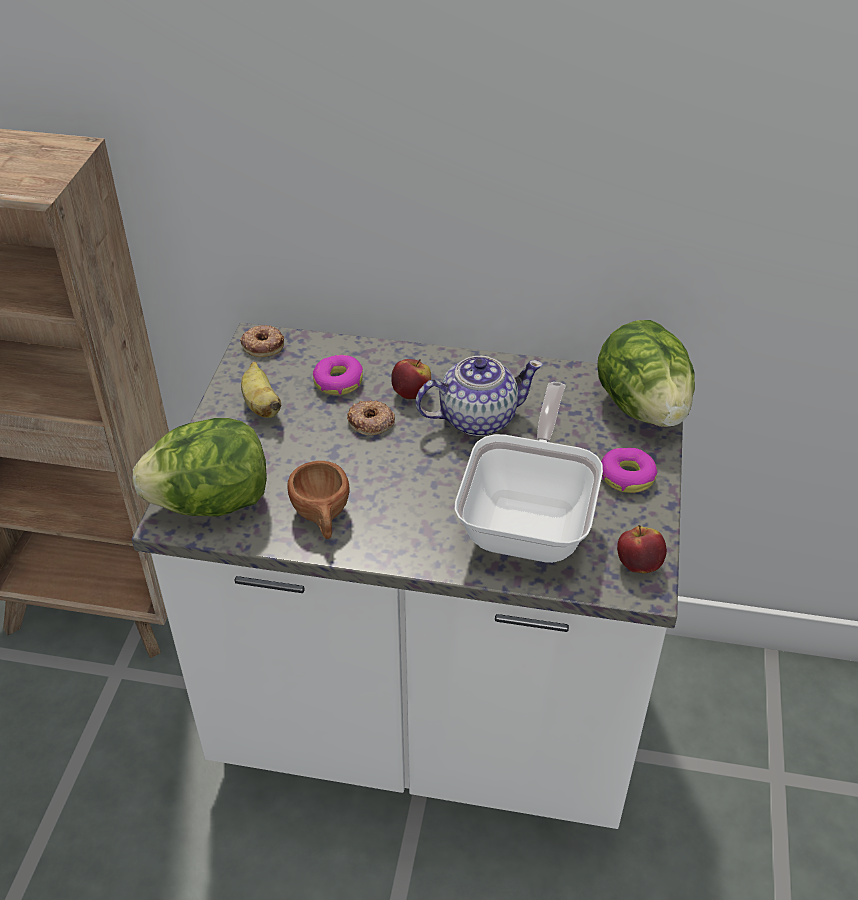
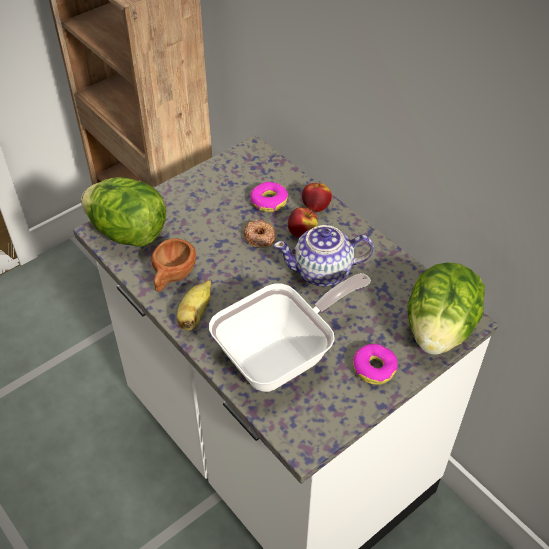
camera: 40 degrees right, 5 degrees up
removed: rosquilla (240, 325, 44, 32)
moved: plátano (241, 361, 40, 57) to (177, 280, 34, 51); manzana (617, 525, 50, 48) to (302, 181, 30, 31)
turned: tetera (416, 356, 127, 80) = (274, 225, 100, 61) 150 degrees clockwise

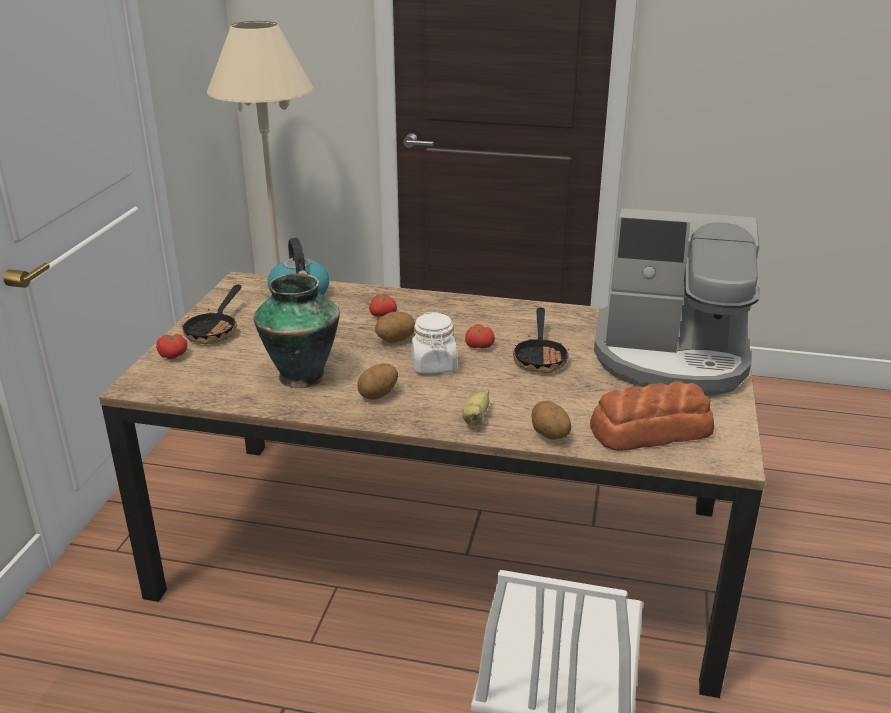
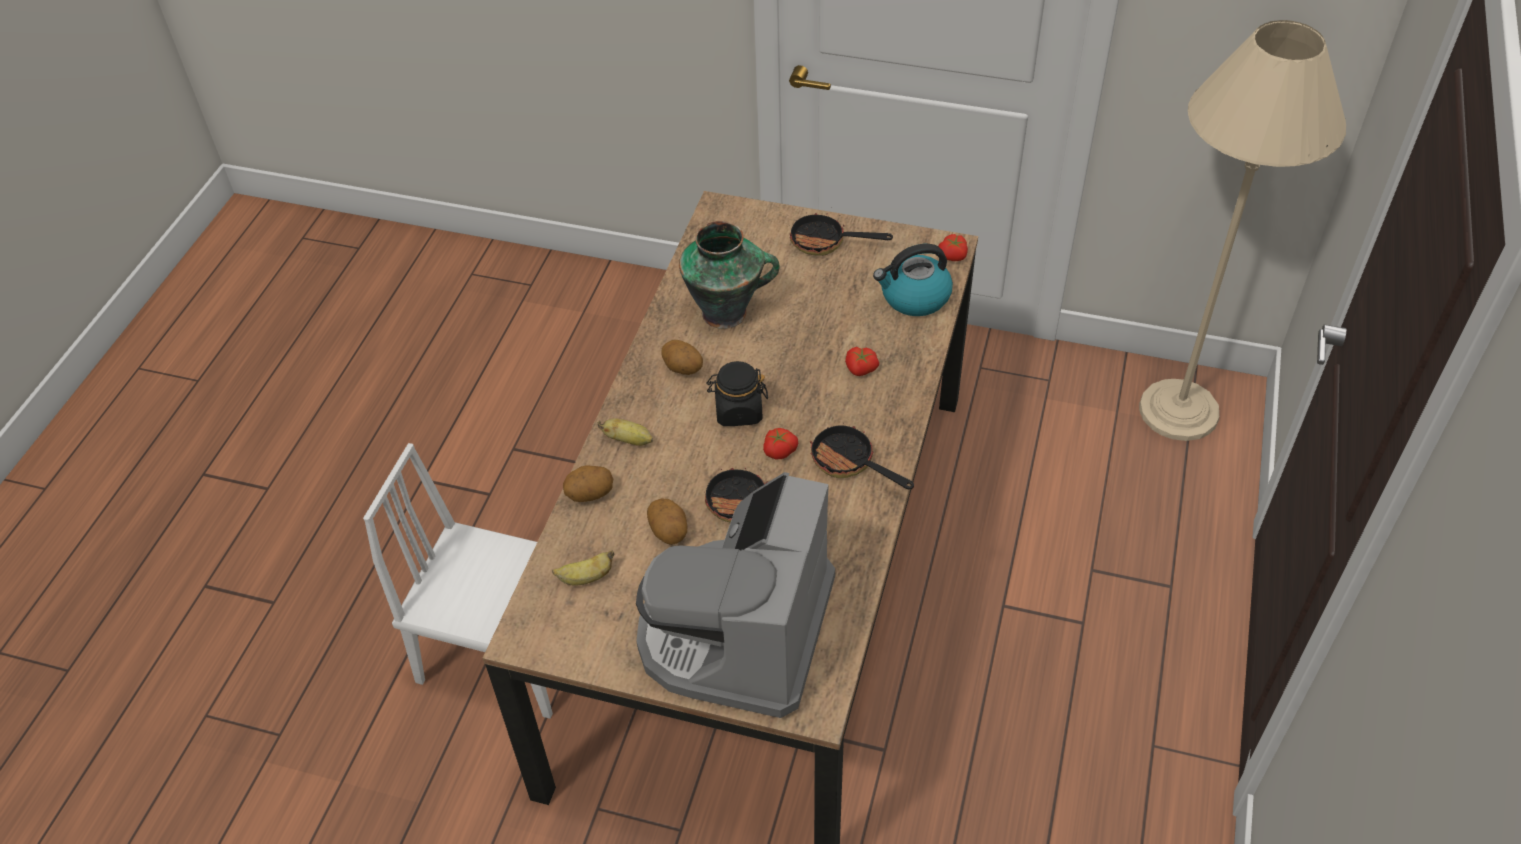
camera: 95 degrees right, 20 degrees up
added: sartén (810, 423, 104, 66)
moved: tomate (156, 334, 31, 25) to (938, 234, 30, 27); patata (375, 312, 40, 31) to (647, 499, 40, 46)
replaced: pan (590, 381, 124, 70) to plátano (552, 550, 62, 36)
recoloured: tarro (blanco) (411, 312, 46, 61) to tarro (negro) (706, 361, 62, 65)

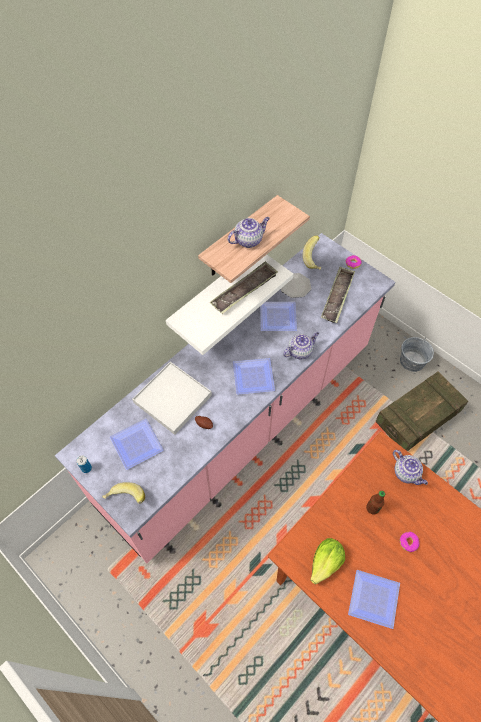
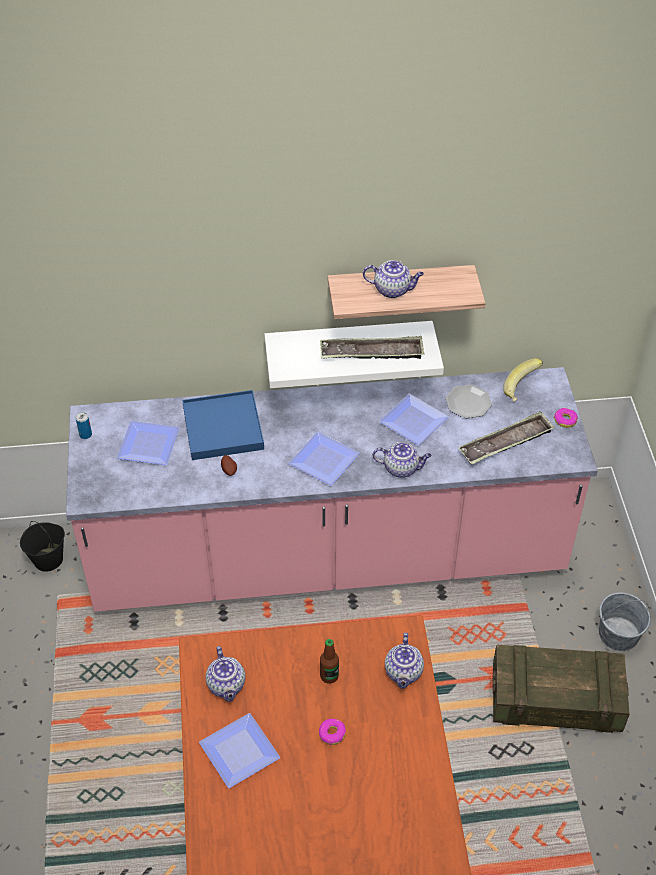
camera: 40 degrees right, 10 degrees down
removed: plátano (103, 482, 42, 22)
added: cubo (negro) (20, 521, 45, 51)
replaced: lechuga (310, 538, 35, 46) to tetera (206, 646, 39, 56)
recoloured: bandeja (blanco) (132, 362, 80, 73) to bandeja (azul) (182, 390, 82, 70)

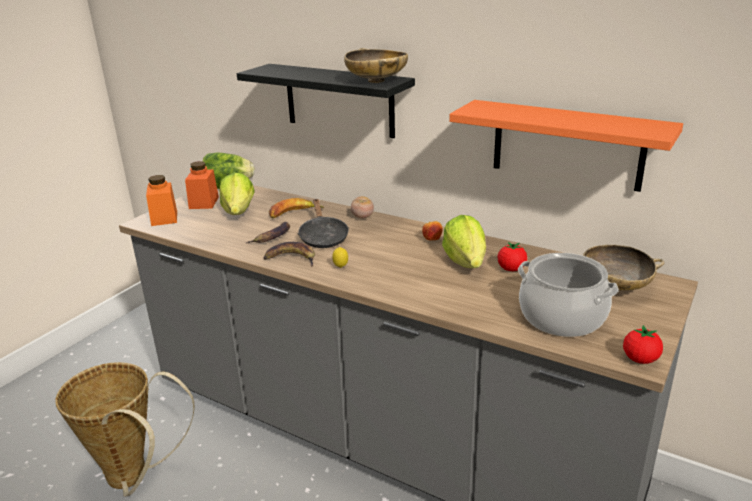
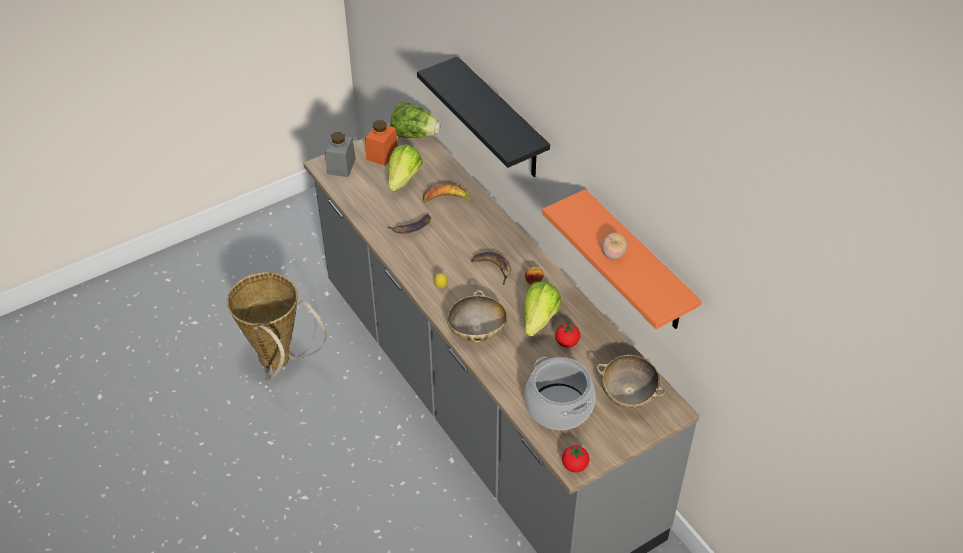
camera: 25 degrees right, 20 degrees up
removed: sartén (negro) (298, 199, 51, 49)
moved: plátano (263, 242, 52, 25) to (471, 252, 40, 33); cuenco (beis) (344, 48, 64, 35) to (447, 290, 60, 53); tomate (351, 196, 23, 23) to (601, 232, 26, 28)
recoloured: tarro (naranja) (146, 175, 31, 51) to tarro (gris) (325, 132, 31, 45)

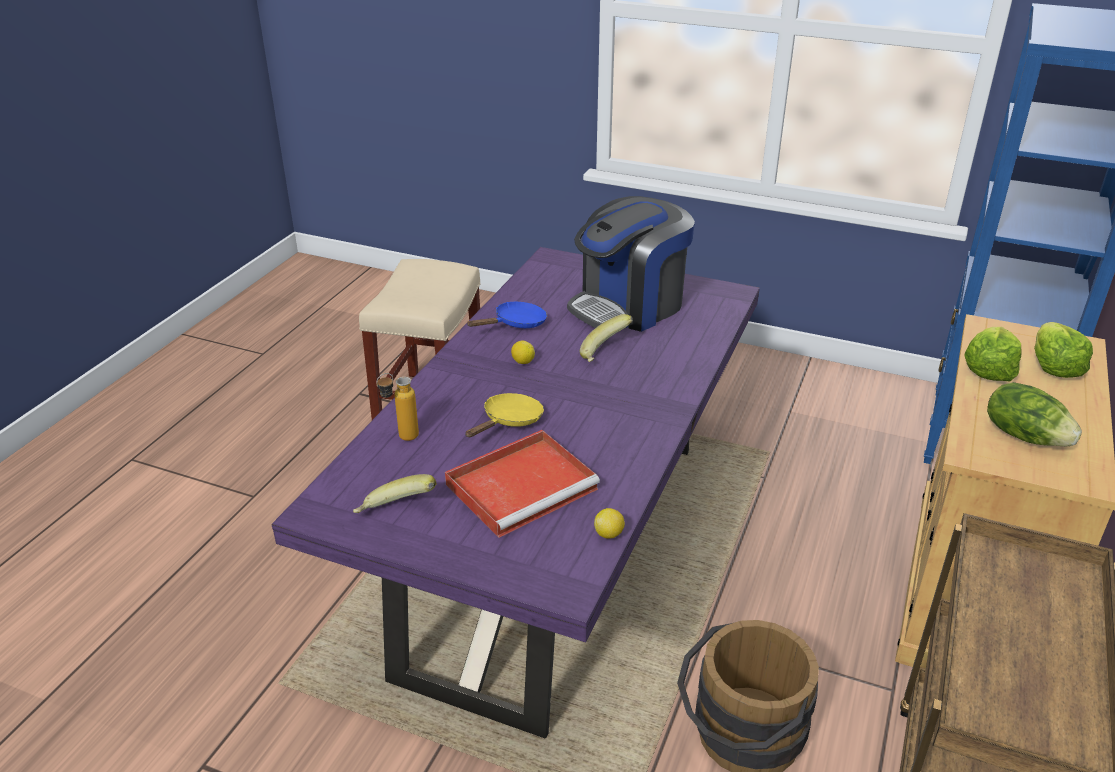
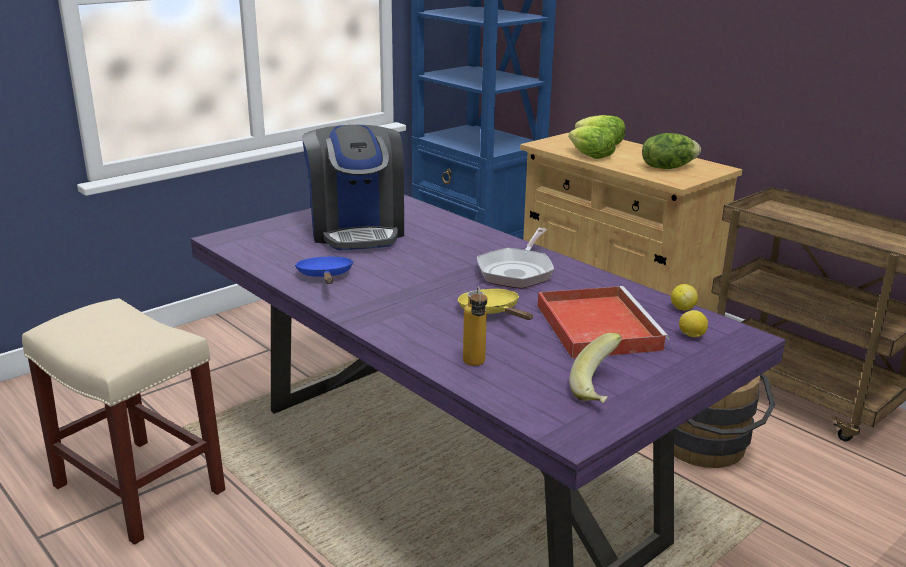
camera: 65 degrees left, 10 degrees down
removed: plátano (580, 314, 53, 48)
added: sartén (477, 228, 77, 60)
moved: limón (511, 341, 24, 23) to (679, 310, 29, 27)

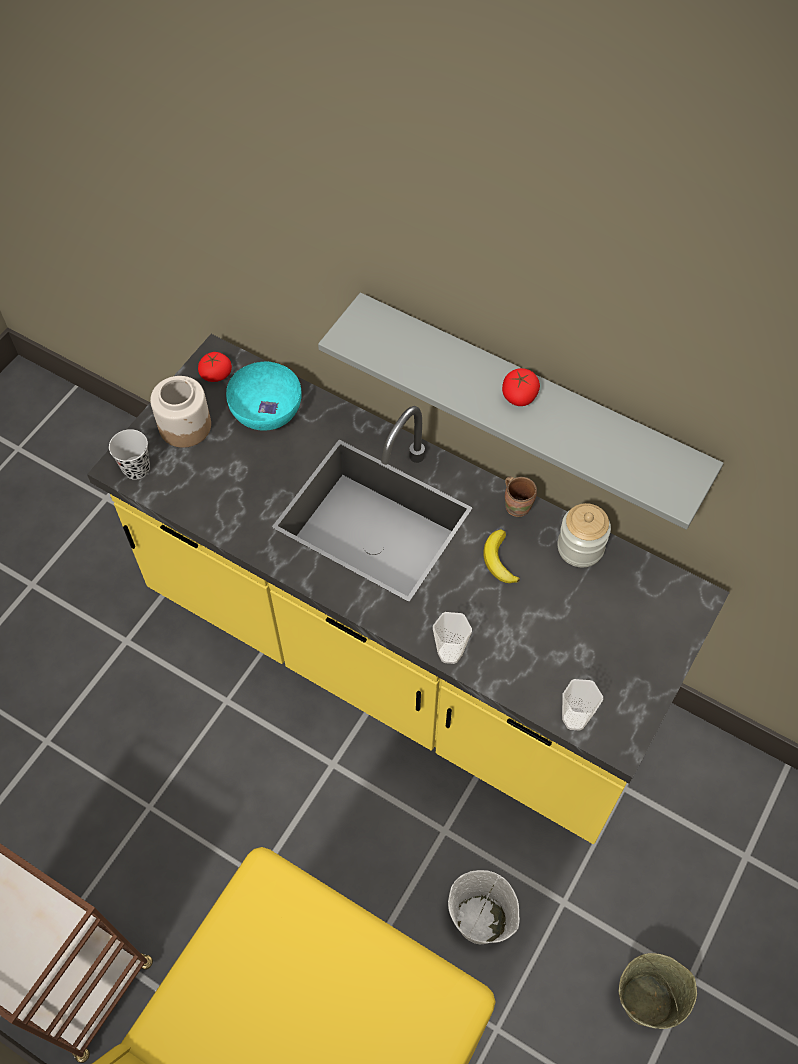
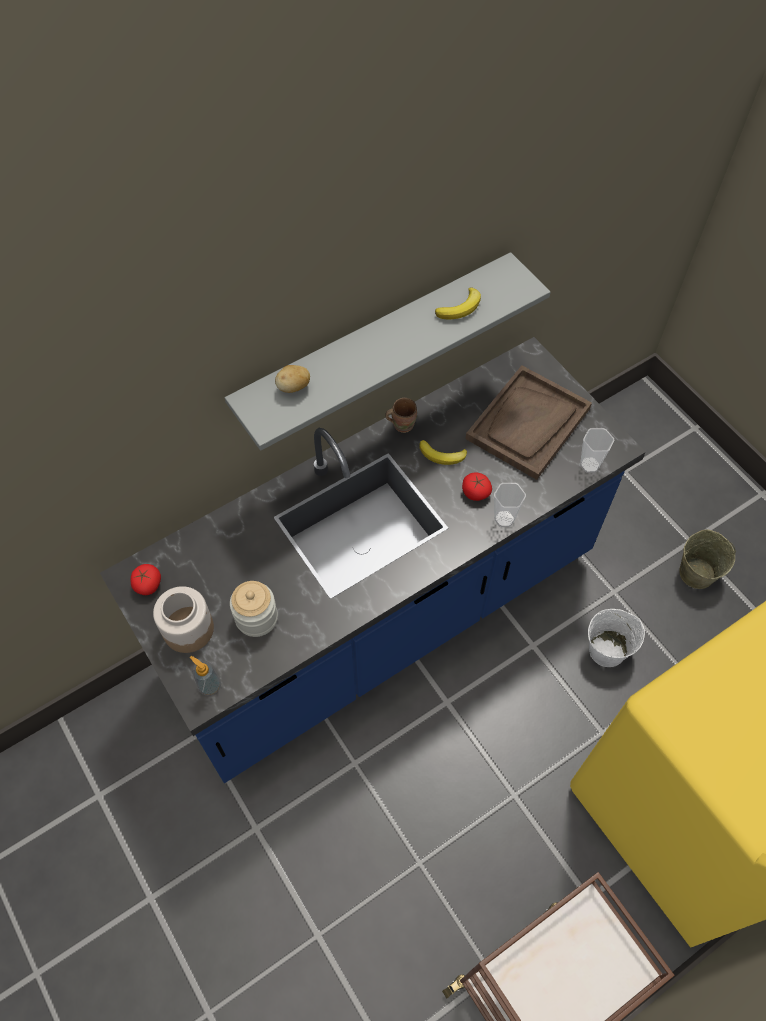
camera: 65 degrees left, 0 degrees up
removed: cuenco (turquesa) (226, 361, 76, 70)
added: patata (275, 365, 35, 28); plátano (435, 288, 46, 32); bandeja (marrón) (466, 365, 126, 115)
moved: tomate (502, 368, 38, 38) to (462, 472, 30, 29); tarro (557, 503, 54, 64) to (230, 581, 48, 56)
replaced: taza (negro) (109, 429, 41, 51) to dispensador de jabón (190, 656, 31, 40)
recoloured: mueble bajo de cocina (amarillo) (87, 334, 643, 510) to mueble bajo de cocina (azul) (100, 337, 546, 446)

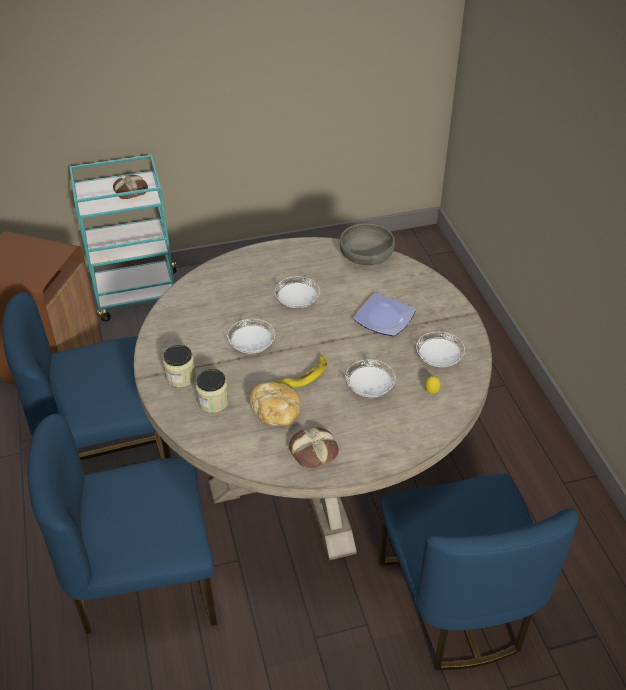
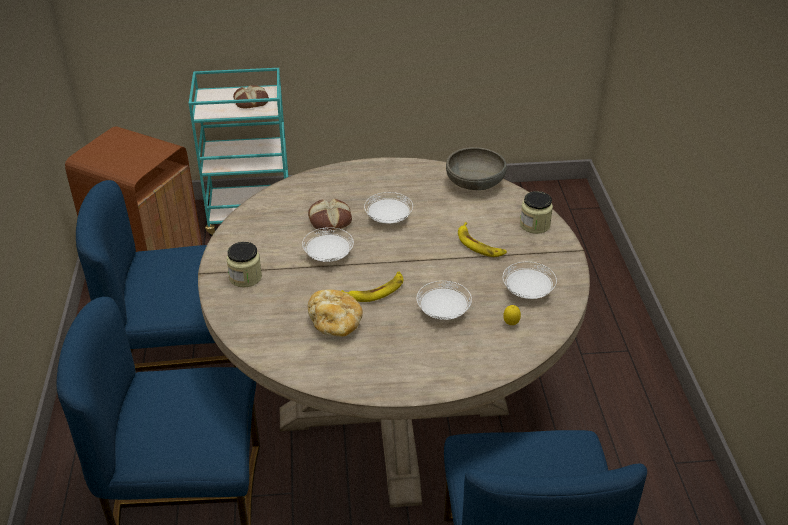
camera: 10 degrees right, 5 degrees down
moved: tarro (196, 369, 33, 44) to (520, 191, 33, 43); pan (289, 427, 50, 41) to (308, 199, 44, 32)
replaced: plato (353, 293, 63, 43) to plátano (458, 222, 49, 35)

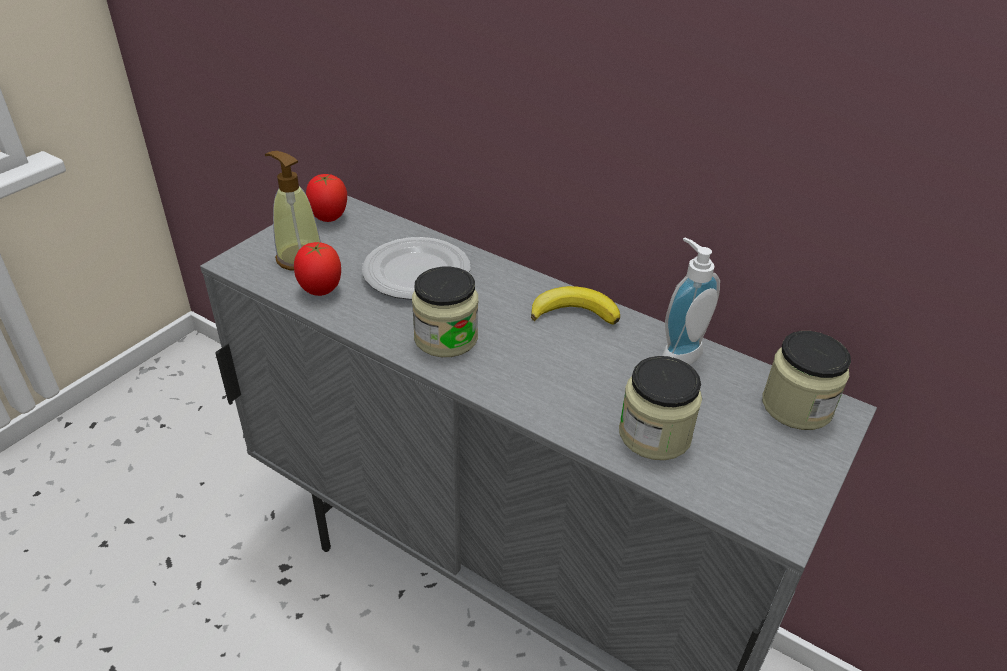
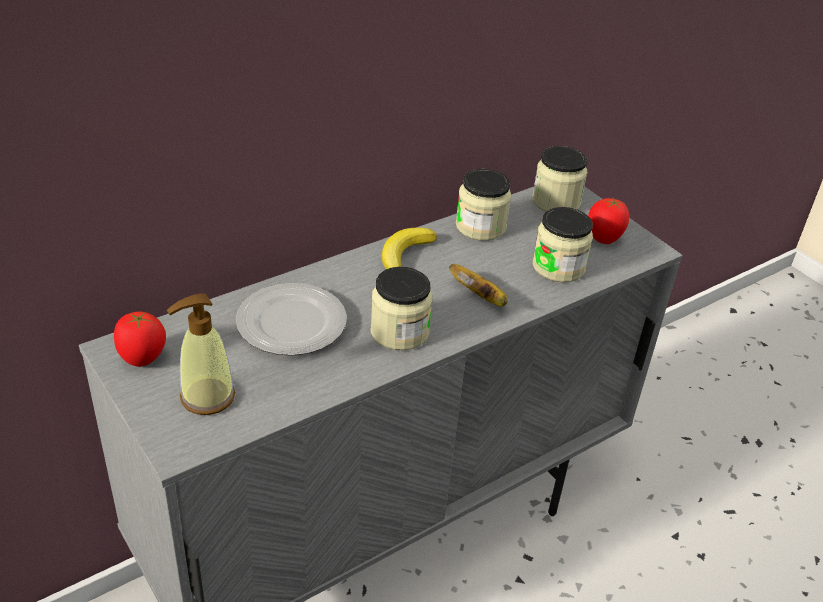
camera: 70 degrees left, 0 degrees up
added: plátano (449, 264, 59, 43)
moved: tomate (294, 242, 47, 54) to (588, 198, 41, 46)
replaced: dispensador de jabón (662, 238, 58, 127) to tarro (456, 169, 56, 72)

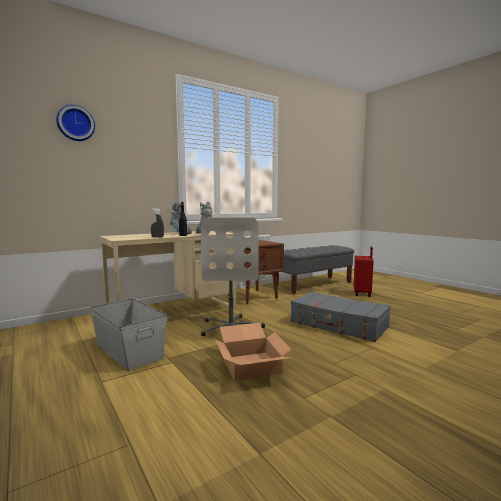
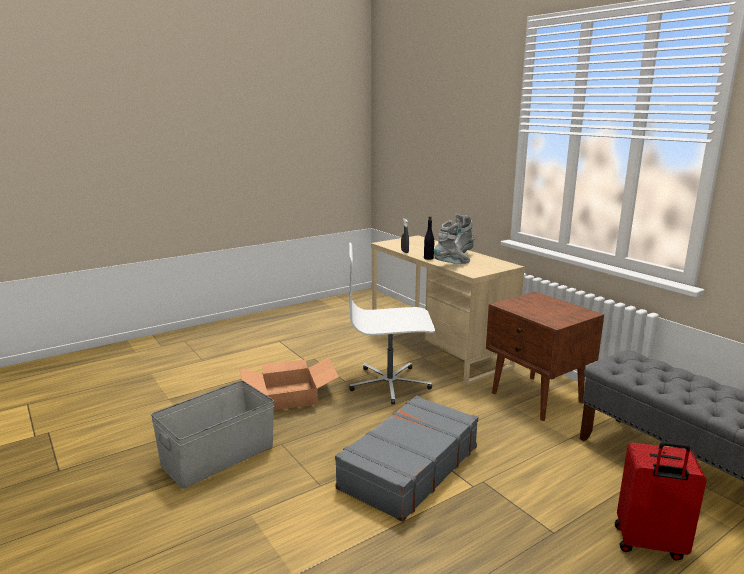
camera: 90 degrees right, 10 degrees up
removed: reloj de pared (56, 105, 39, 36)
moved: caja de almacenaje (gris) (90, 299, 77, 72) to (151, 380, 123, 109)

